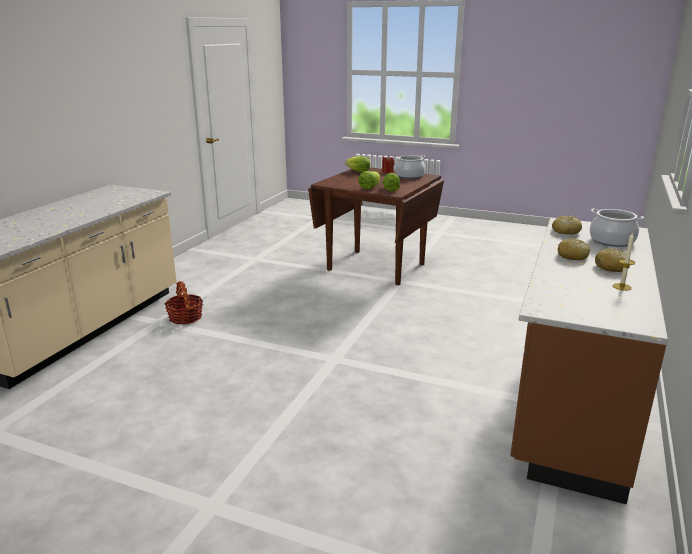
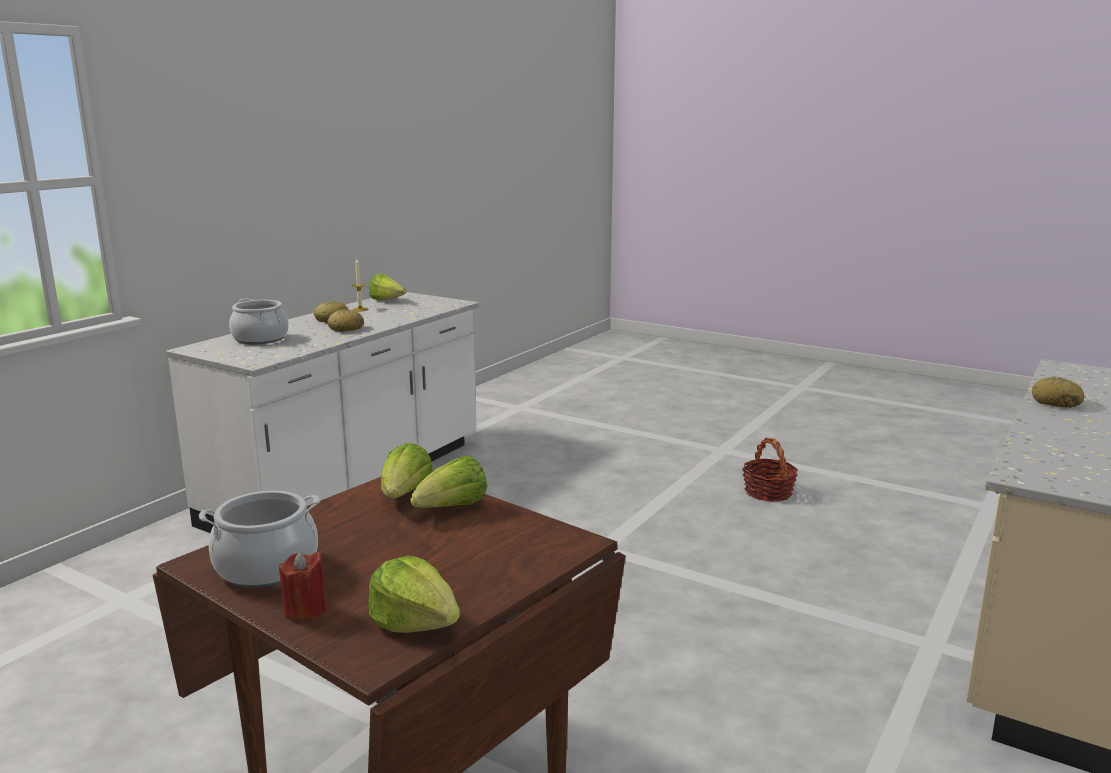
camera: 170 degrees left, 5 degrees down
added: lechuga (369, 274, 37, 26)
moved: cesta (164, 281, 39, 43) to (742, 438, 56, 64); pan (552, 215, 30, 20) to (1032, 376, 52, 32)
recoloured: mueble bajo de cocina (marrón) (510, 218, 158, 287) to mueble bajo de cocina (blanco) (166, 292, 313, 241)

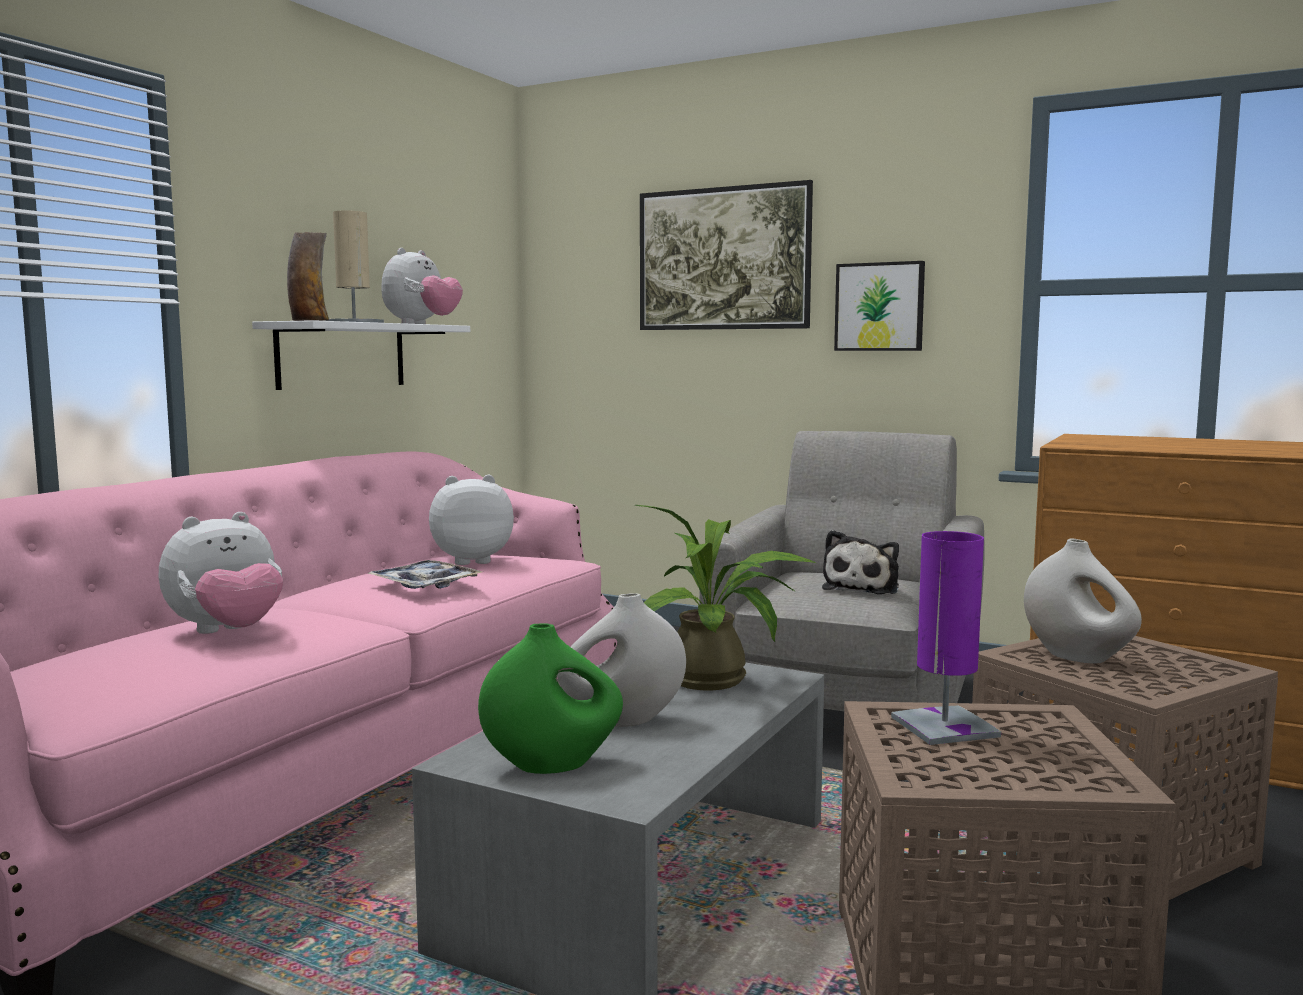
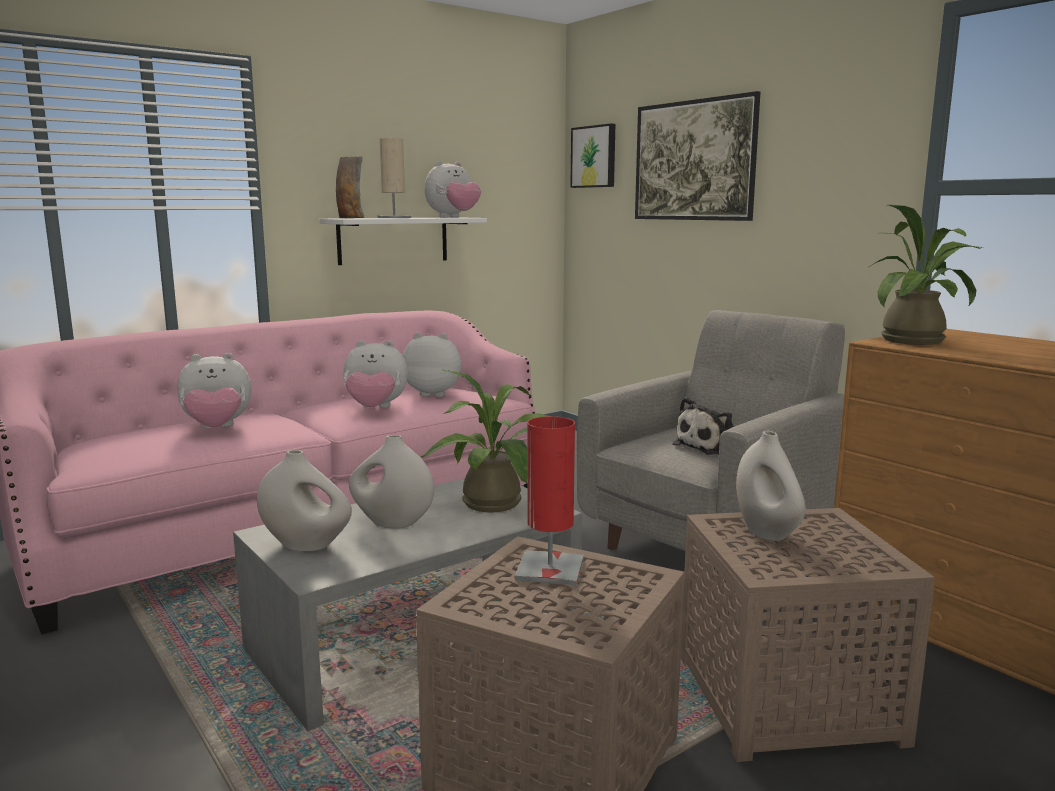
camera: 25 degrees right, 5 degrees up
added: planta en maceta (867, 205, 116, 140)
moved: cuadro (834, 261, 91, 90) to (570, 123, 45, 65)
replaced: bandeja (367, 560, 115, 29) to peluche (344, 340, 64, 68)
recoloured: florero (verde) (478, 623, 145, 151) to florero (blanco) (257, 450, 95, 101); lámpara de mesa (morado) (891, 531, 110, 214) to lámpara de mesa (rojo) (515, 416, 69, 169)

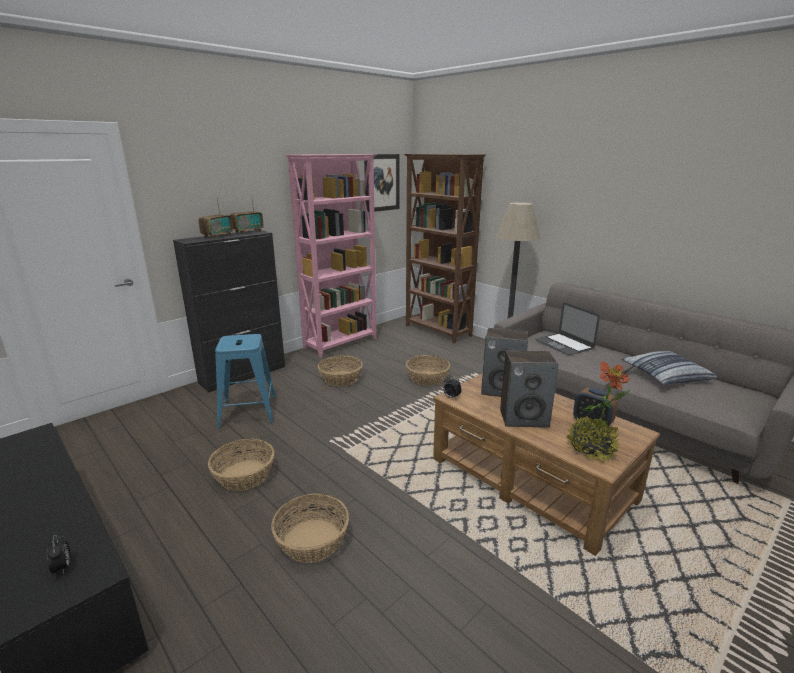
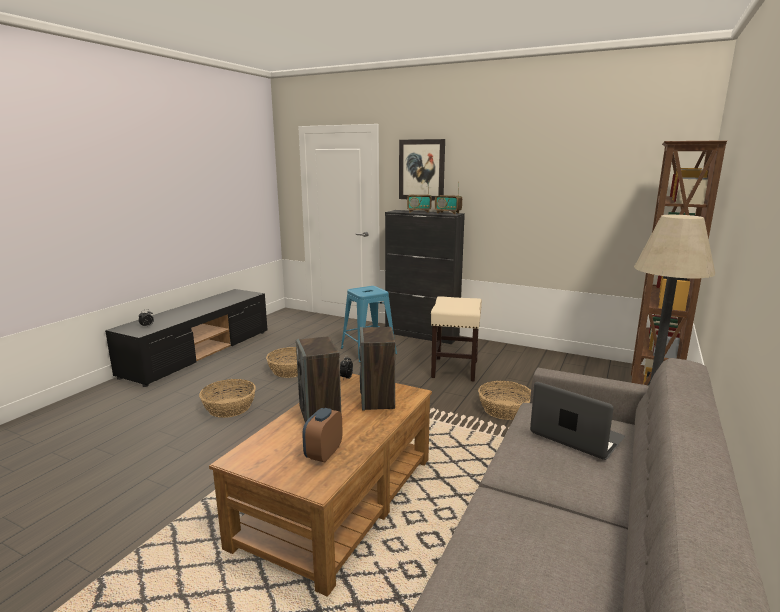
camera: 70 degrees right, 5 degrees down
removed: estantería (rosa) (285, 154, 92, 204); planta en maceta (566, 361, 65, 101); cojín (620, 351, 97, 34)
moved: cuadro (364, 154, 36, 58) to (399, 139, 46, 62)
replaced: cesta (318, 355, 45, 31) to taburete (beis) (431, 296, 51, 86)
turned: portátil (535, 303, 65, 52) = (530, 382, 95, 78) 90 degrees clockwise

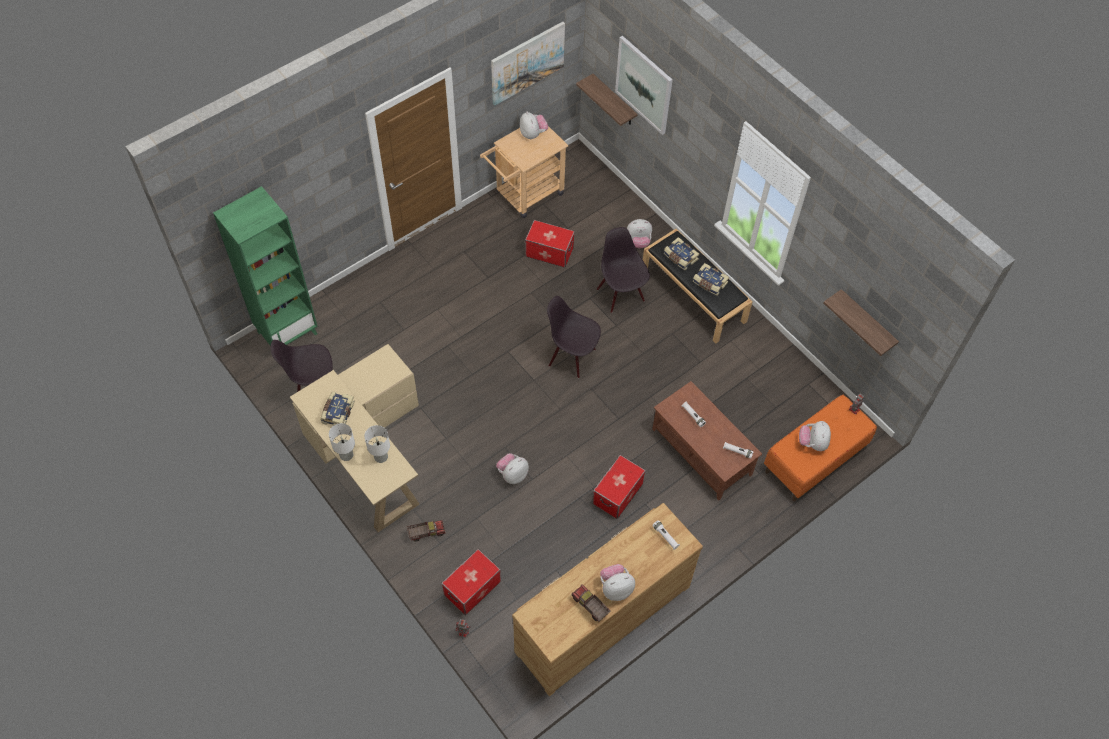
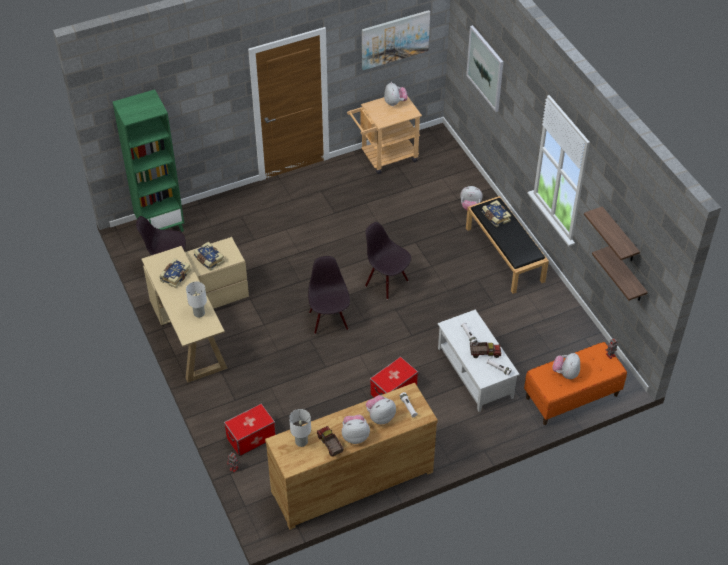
camera: 15 degrees right, 10 degrees down
removed: caja de almacenaje (525, 220, 50, 48)
moved: lámpara de mesa (blanco) (329, 423, 26, 38) to (289, 409, 22, 38); camión de juguete (407, 520, 39, 22) to (470, 342, 31, 16); peluche (496, 453, 33, 31) to (366, 395, 30, 29); estante (576, 74, 62, 52) to (584, 206, 56, 55); silla (negro) (597, 227, 53, 86) to (308, 256, 42, 78); libro (693, 263, 36, 33) to (193, 242, 32, 29)
recoloured: mesa de centro (marrón) (652, 381, 110, 119) to mesa de centro (blanco) (438, 310, 82, 102)

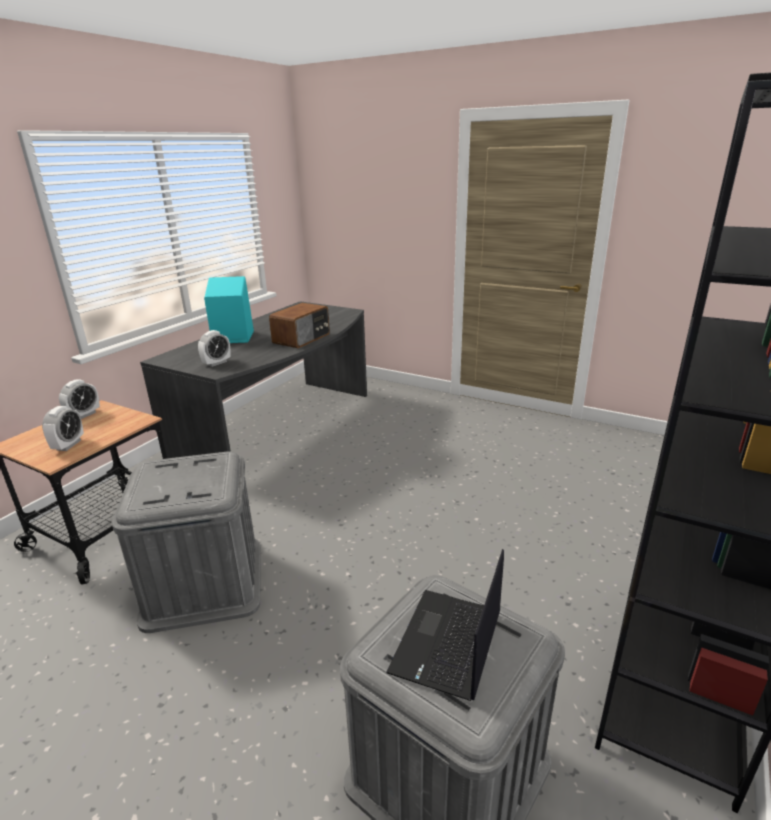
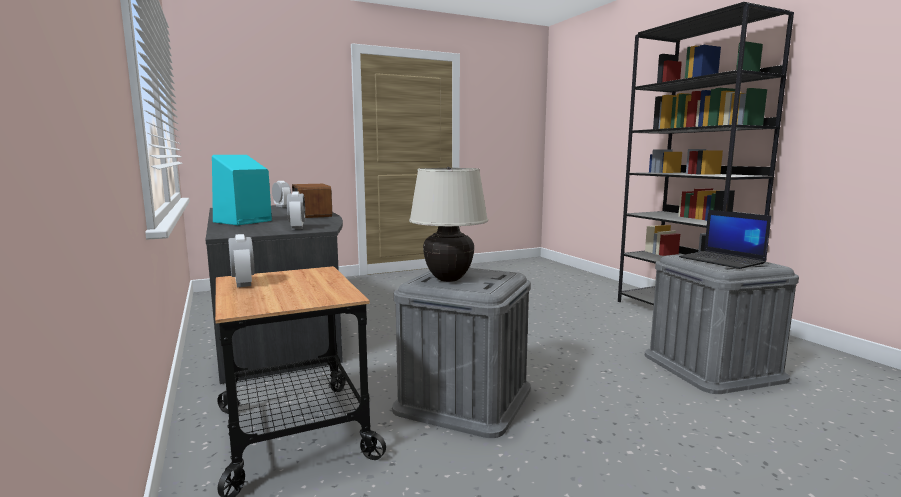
camera: 55 degrees left, 15 degrees down
added: lámpara de mesa (beis) (409, 167, 79, 115)
moved: despertador (42, 406, 42, 45) to (272, 181, 19, 26)

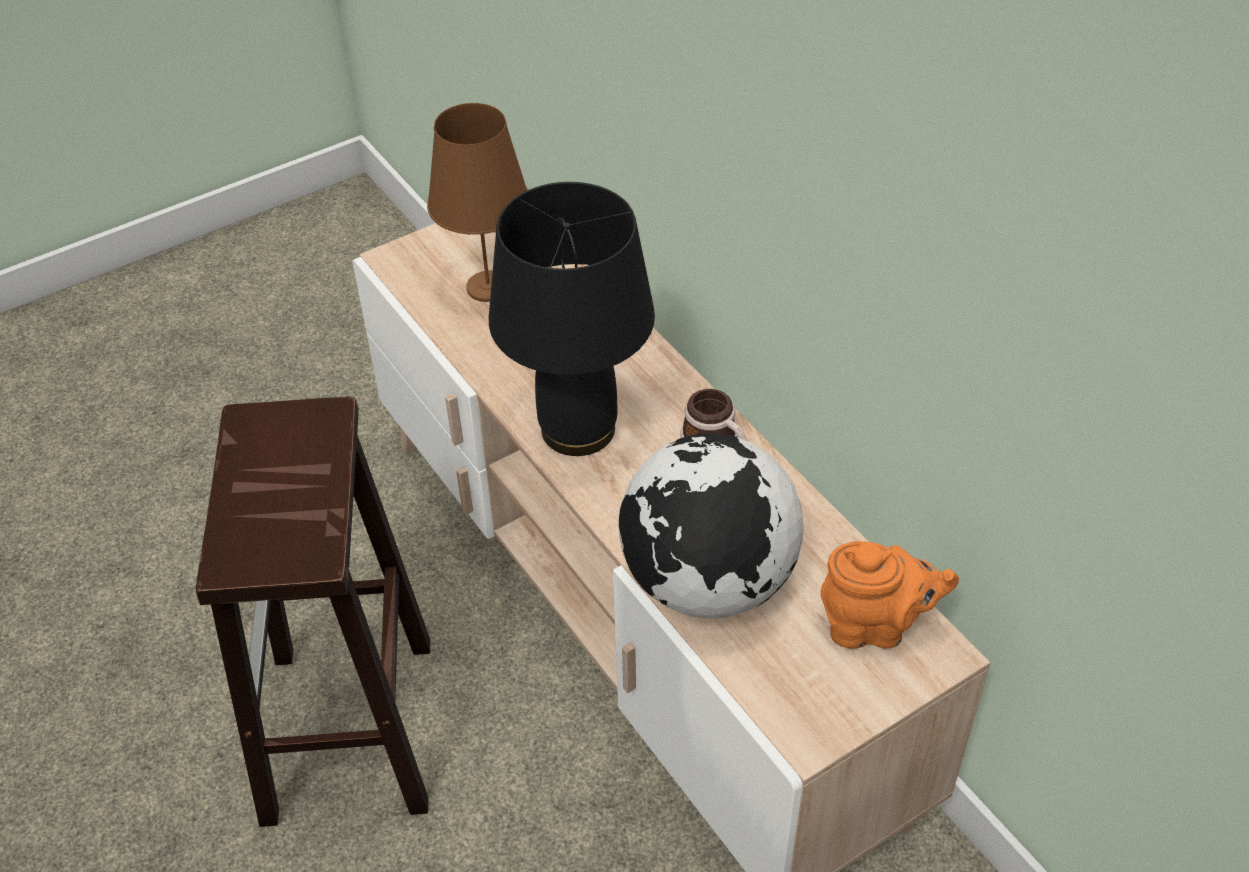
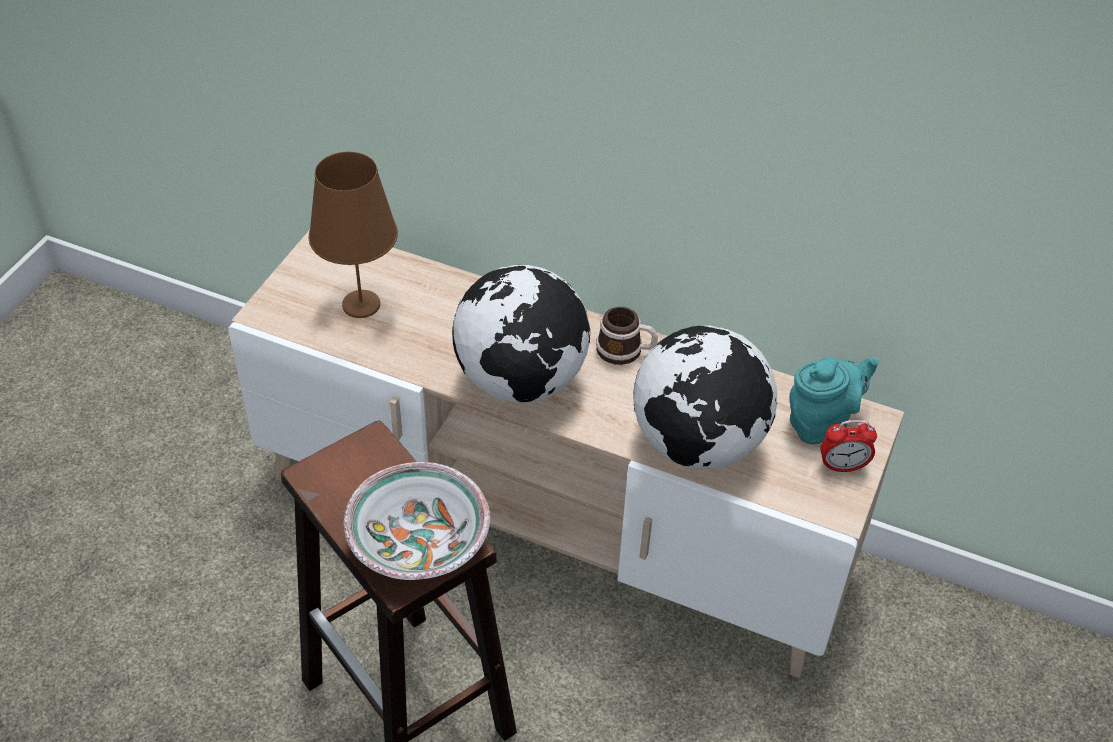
camera: 35 degrees left, 0 degrees up
added: cuenco (344, 462, 146, 118); despertador (820, 420, 57, 52)
replaced: lámpara de mesa (negro) (489, 182, 166, 274) to globo terráqueo (452, 265, 138, 138)
recoloured: tetera (naranja) (821, 541, 138, 108) to tetera (turquesa) (789, 357, 90, 87)

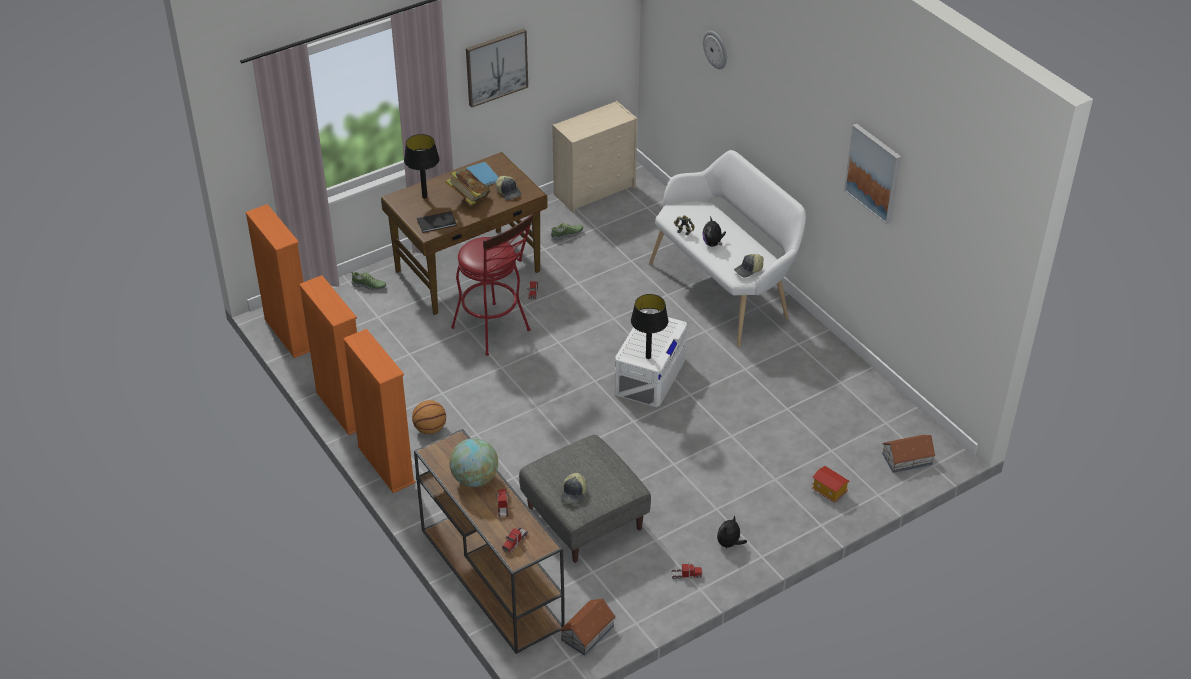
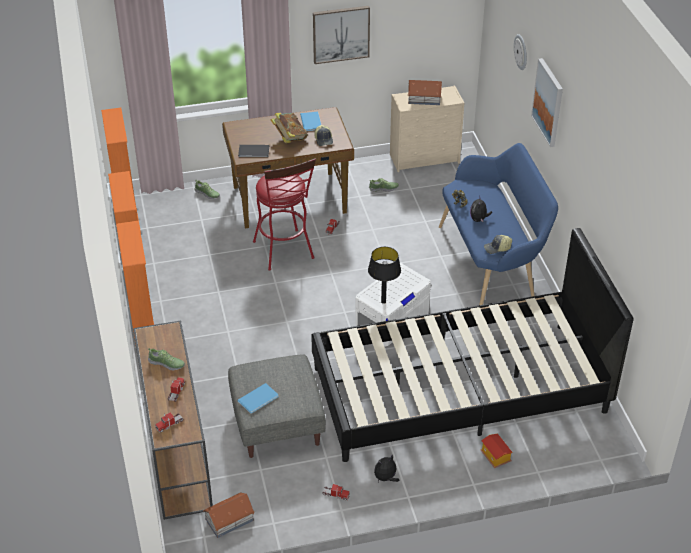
camera: 20 degrees right, 0 degrees up
removed: lámpara de mesa (negro) (404, 134, 36, 65); balón de baloncesto (412, 400, 34, 34)
added: cama (negro) (311, 228, 322, 234)
moved: cuadro (844, 124, 57, 100) to (531, 58, 32, 89); casita (882, 435, 54, 38) to (408, 80, 34, 25)
replaced: globo terráqueo (449, 438, 49, 49) to zapato (148, 348, 37, 22); gorra (561, 473, 25, 32) to libro (azul) (237, 383, 42, 31)
recoloured: banco (blanco) (649, 150, 157, 197) to banco (azul) (439, 143, 119, 162)

